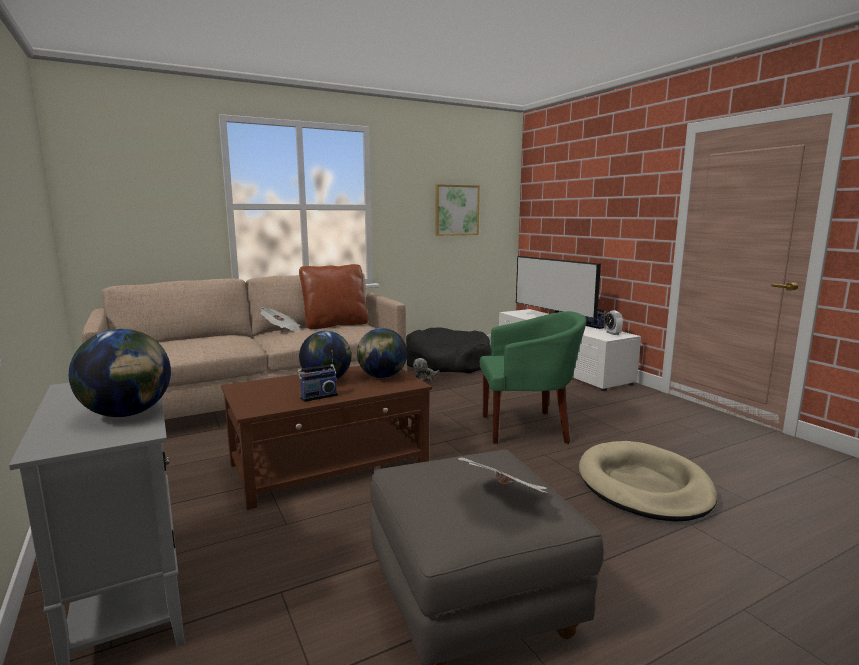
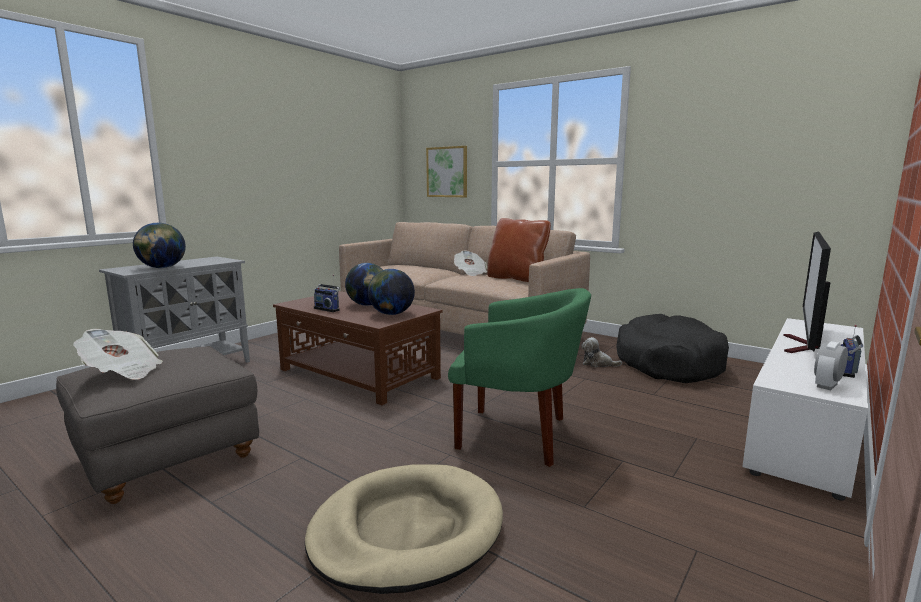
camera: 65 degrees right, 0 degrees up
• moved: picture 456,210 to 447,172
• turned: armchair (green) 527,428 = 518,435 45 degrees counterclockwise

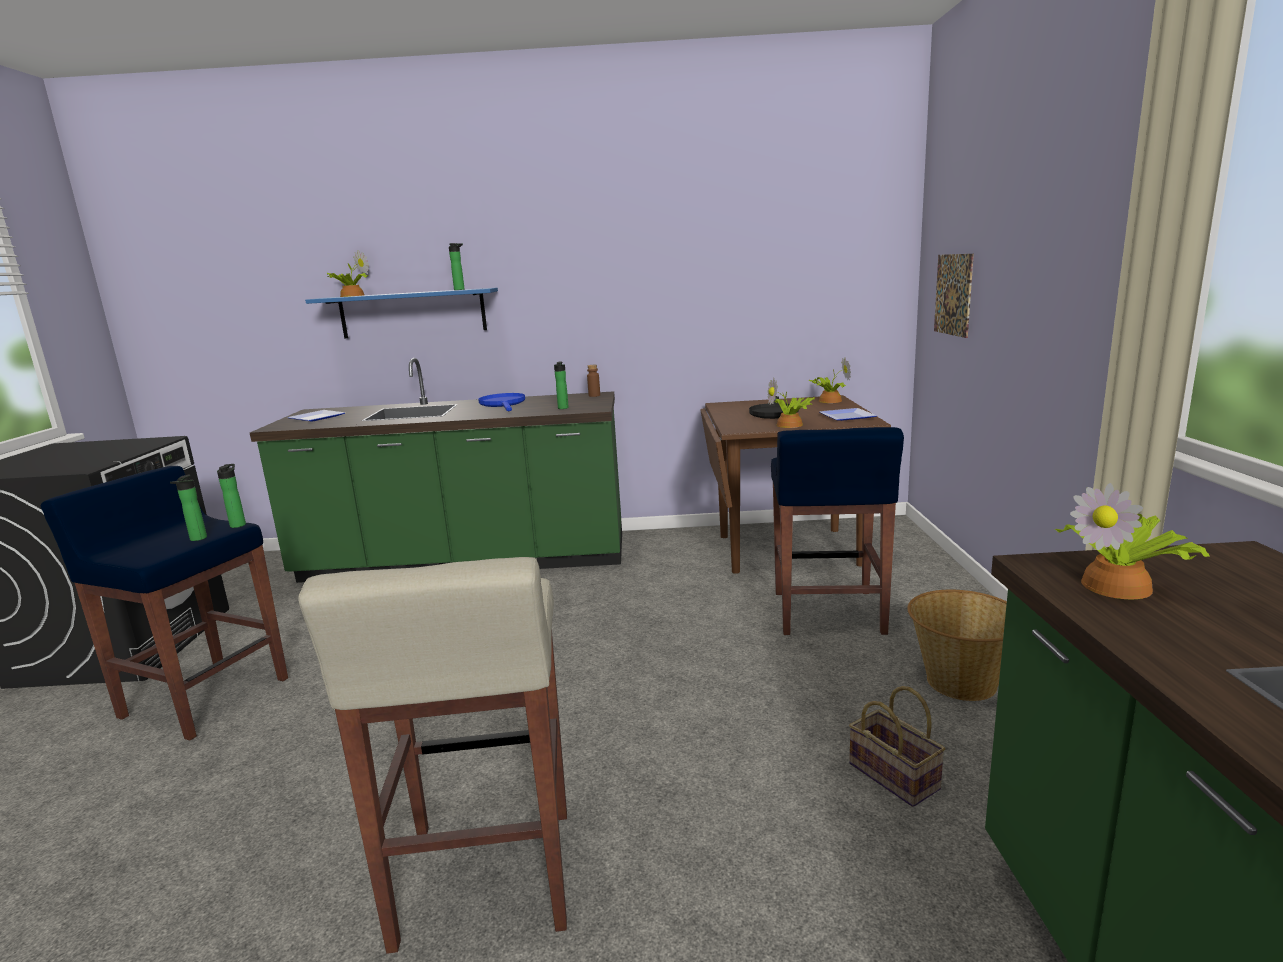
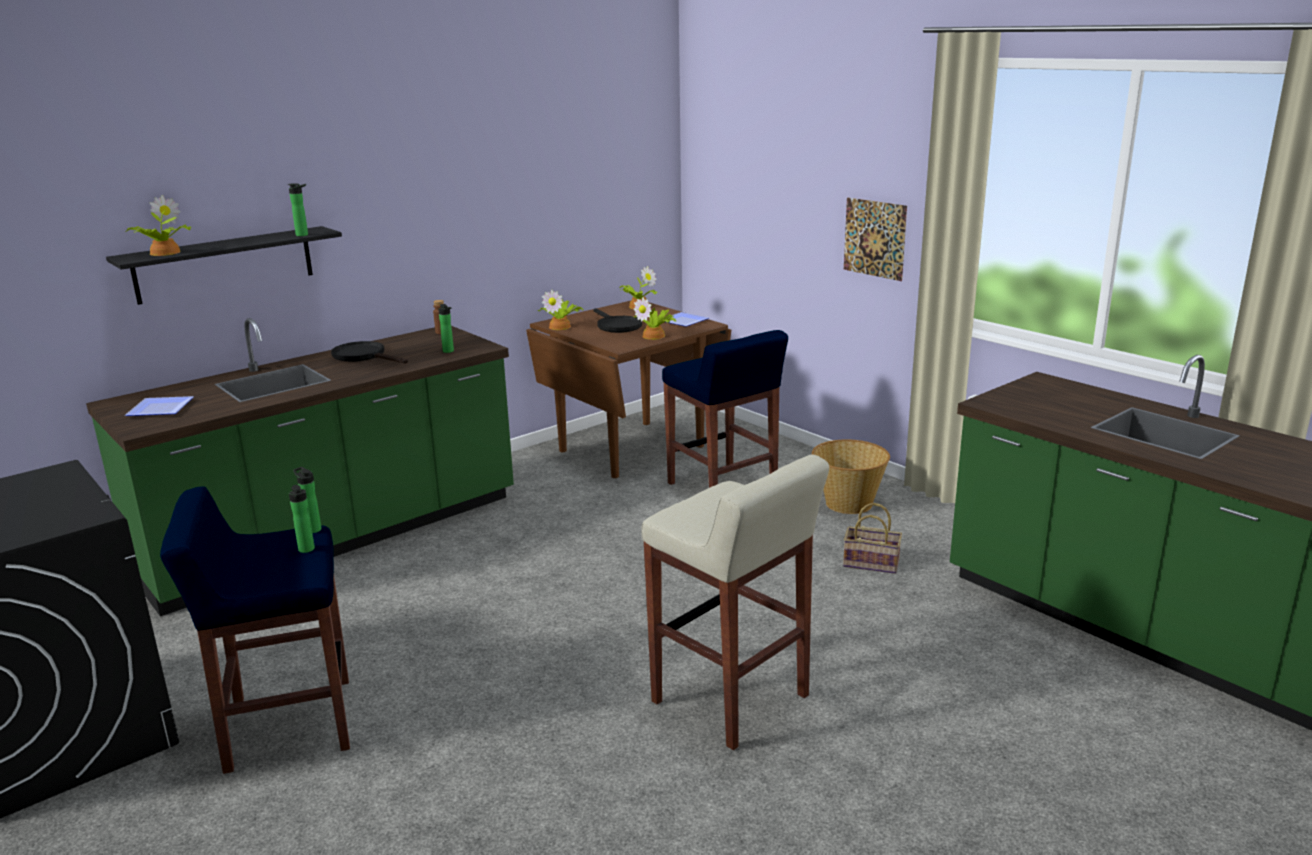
camera: 40 degrees left, 5 degrees up
• moved: picture 953,294 to 874,238
• moved: potted plant 1120,585 to 561,326
• recoloured: shelf (blue) 413,313 to shelf (black) 224,264
• recoloured: frying pan (blue) 503,404 to frying pan (black) 364,356

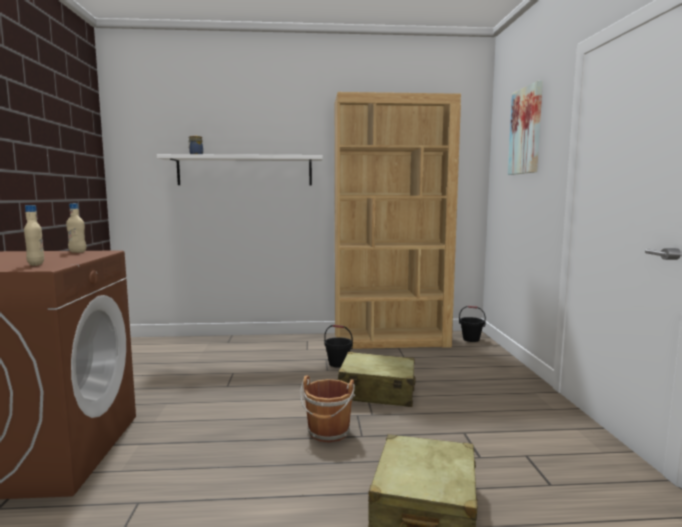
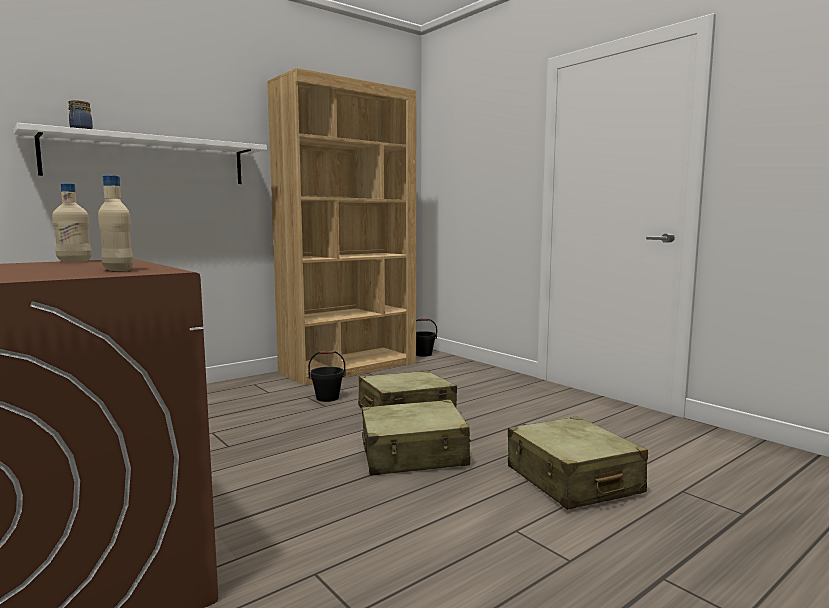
camera: 35 degrees left, 0 degrees up
• removed: picture 526,131
• replaced: bucket (brown) 328,432 to suitcase (beige) 414,454

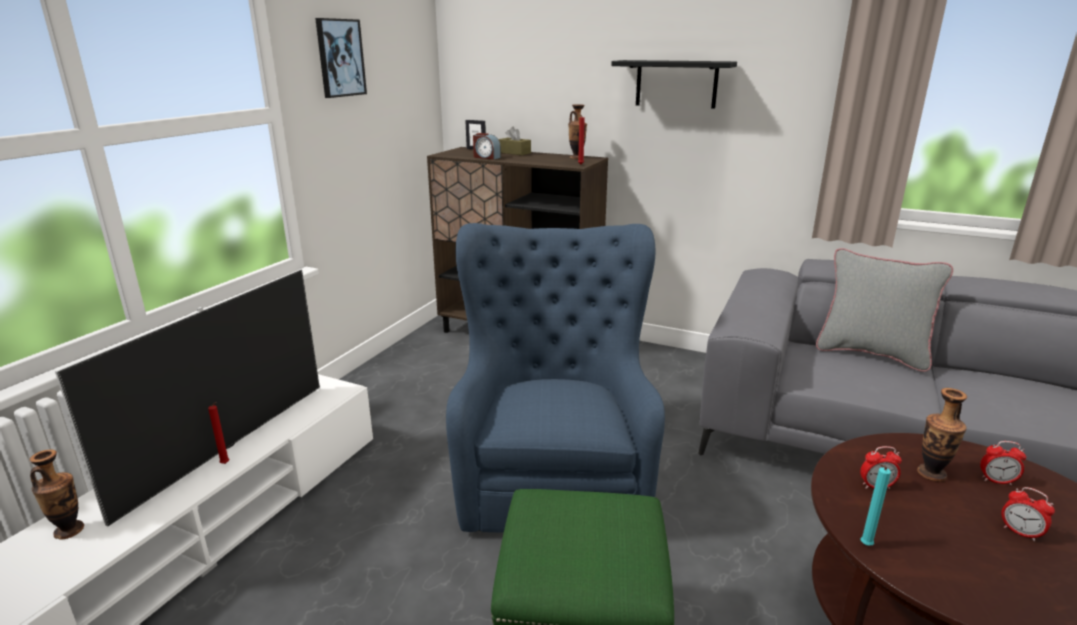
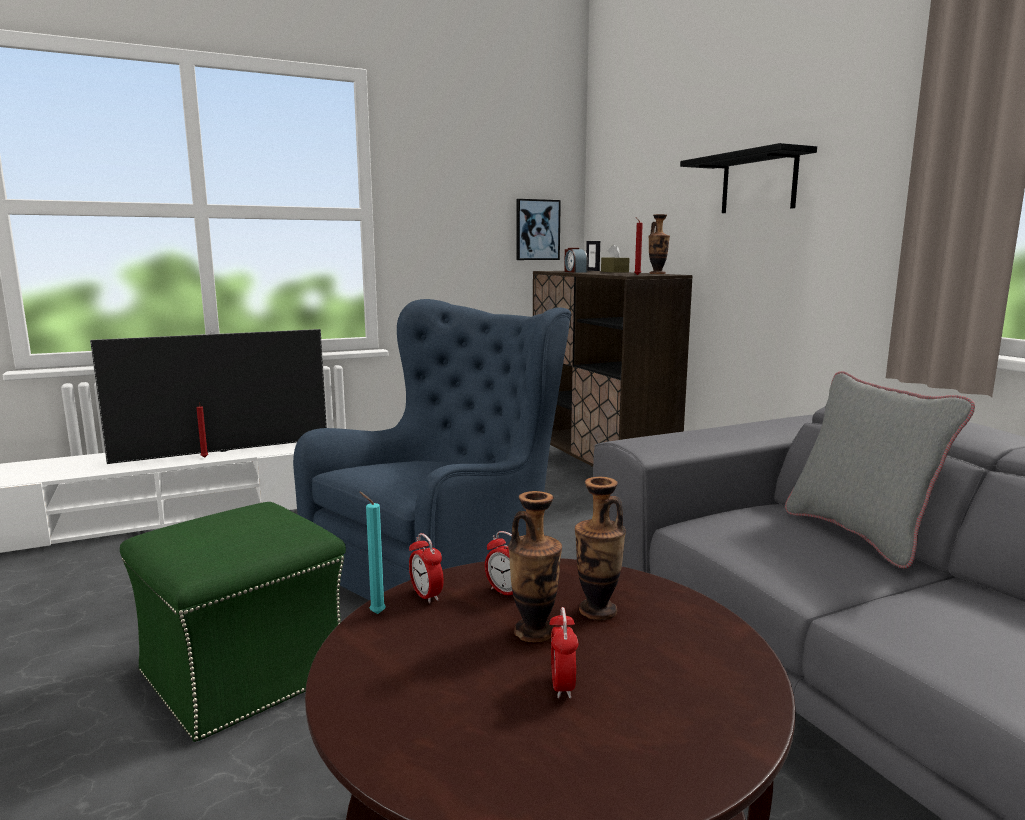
camera: 40 degrees right, 10 degrees down
• moved: vase 69,530 to 534,632
• moved: picture 340,58 to 537,230
• moved: alarm clock 996,481 to 426,595

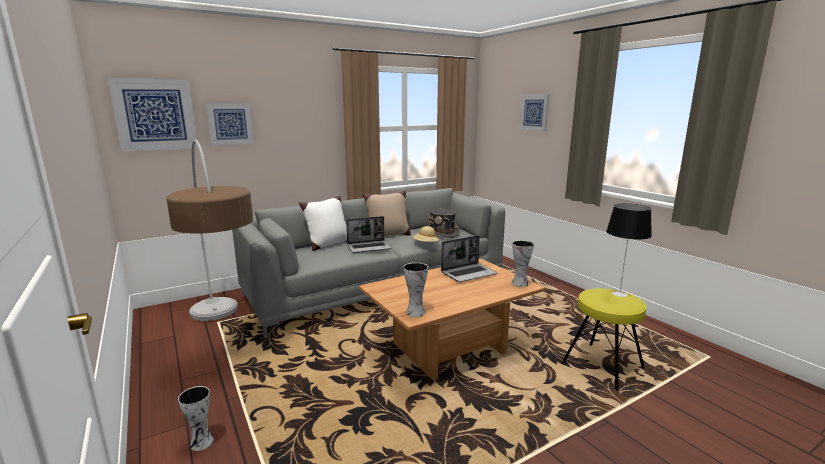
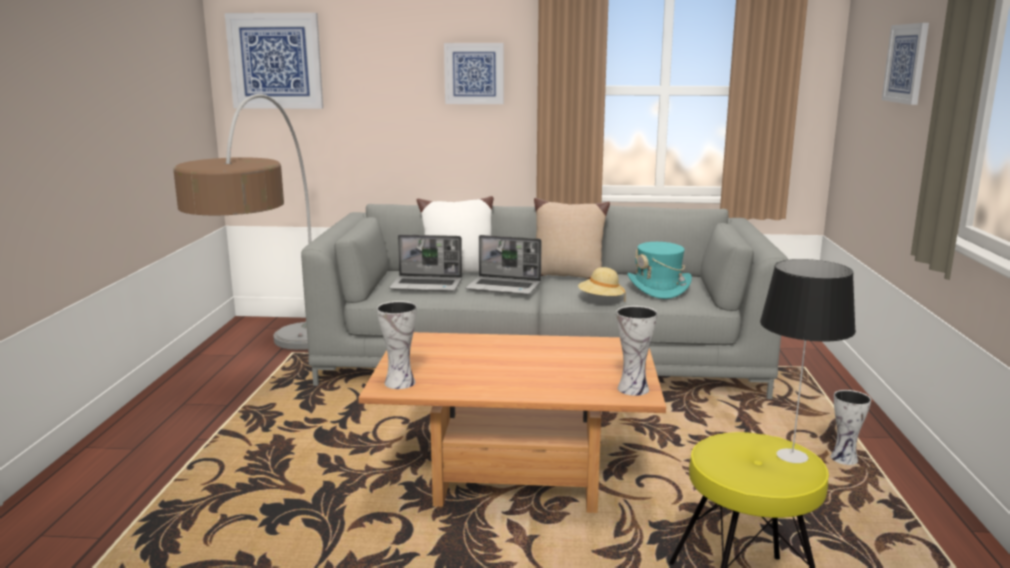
camera: 35 degrees right, 0 degrees up
• moved: vase 203,442 to 845,460
• moved: picture 230,123 to 474,73
• moved: laptop 469,273 to 427,285
• recoloured: hat (grey) 442,233 to hat (turquoise) 658,288

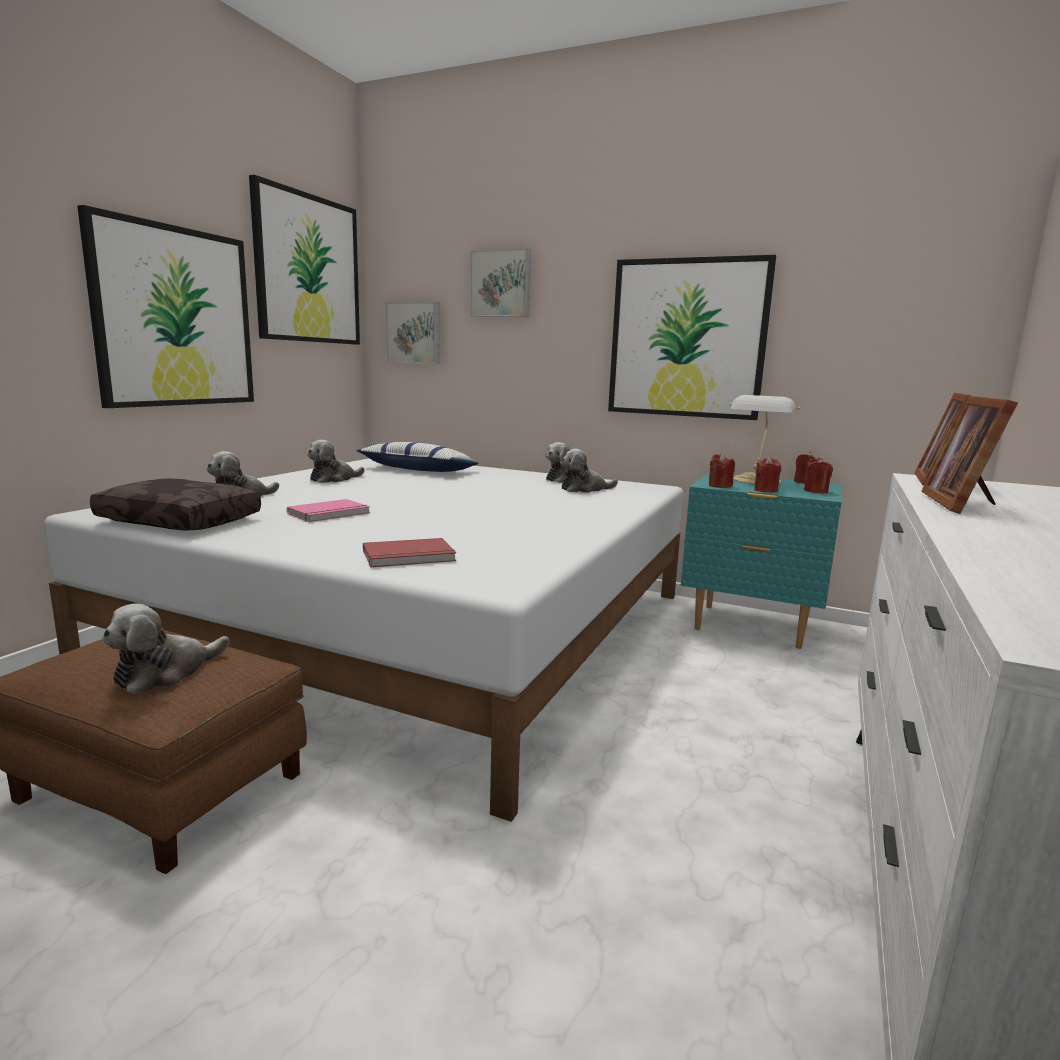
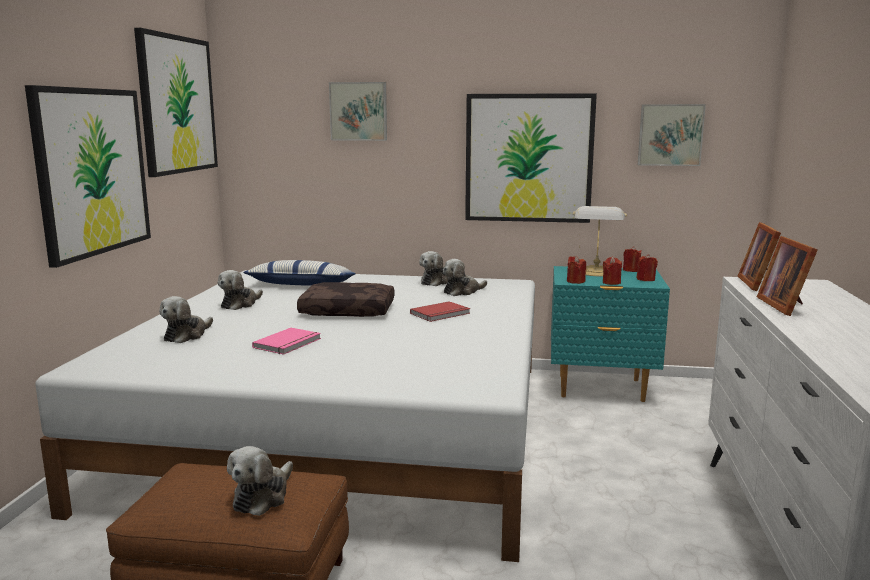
camera: 15 degrees left, 0 degrees up
• moved: pillow (brown) 182,520 to 348,310
• moved: book (red) 409,557 to 441,314
• moved: picture 414,333 to 670,135

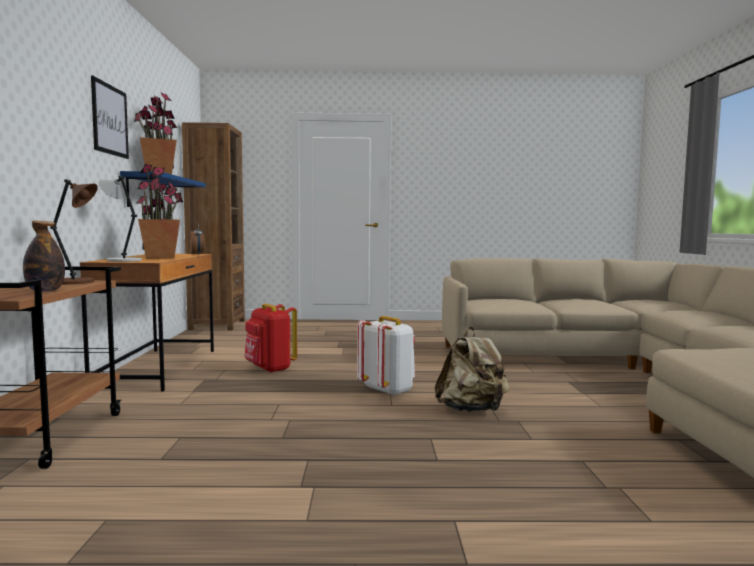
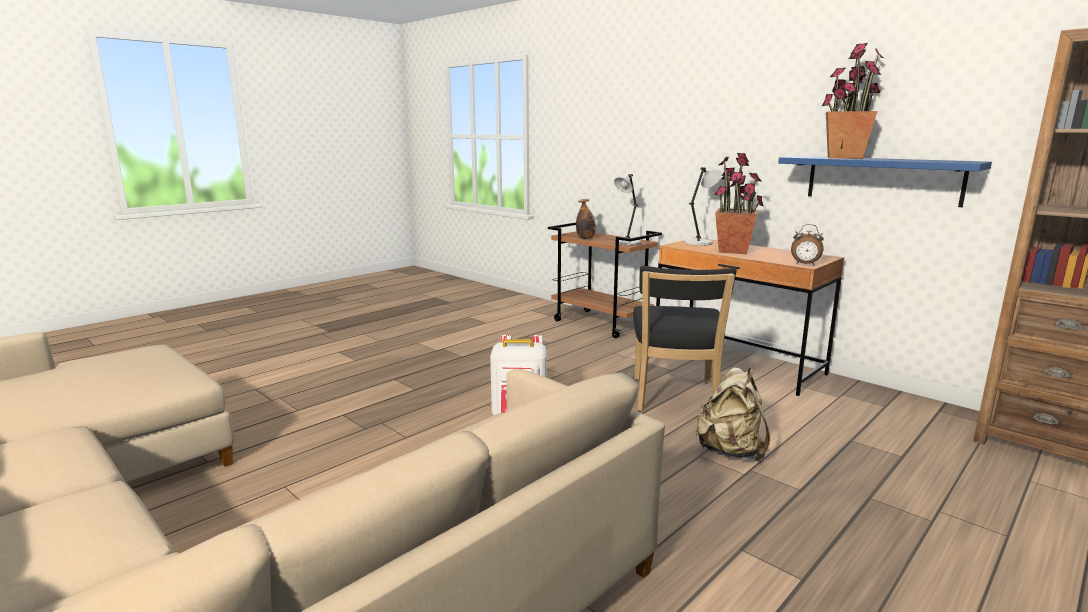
camera: 135 degrees right, 10 degrees up
• removed: picture 110,120
• moved: backpack (beige) 471,410 to 730,452
• replaced: backpack (red) 270,369 to chair (black) 674,398
• recoloured: table lamp (brown) 75,282 to table lamp (grey) 626,243

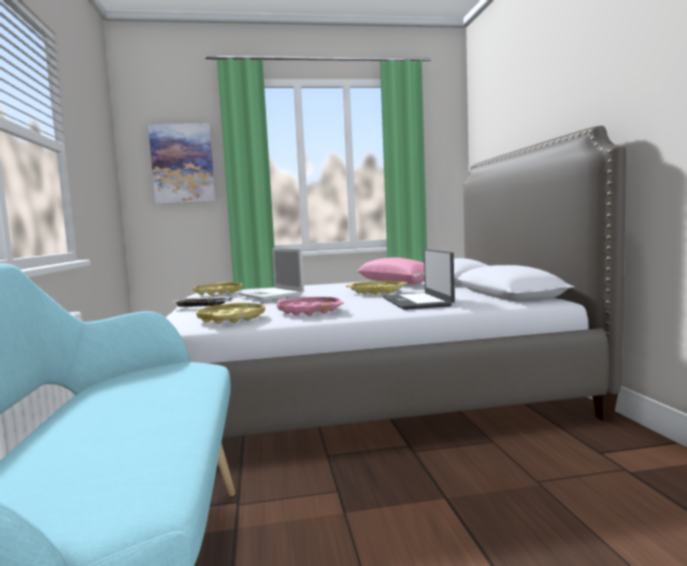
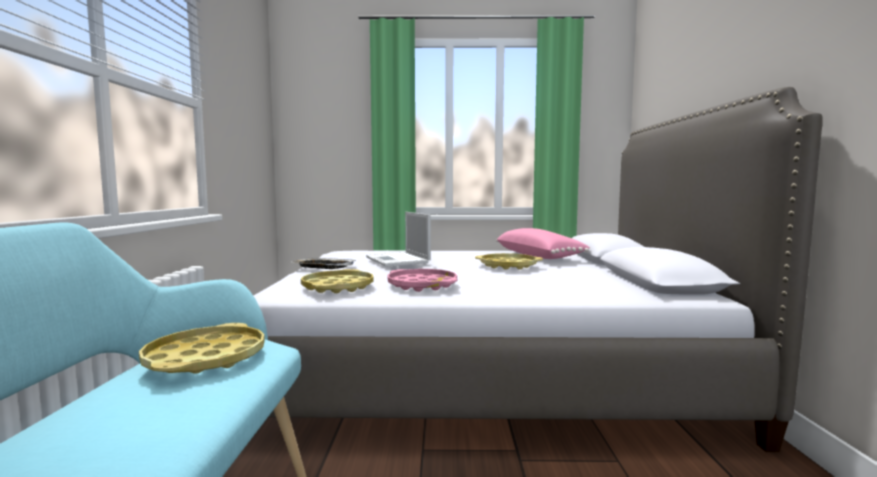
camera: 10 degrees right, 0 degrees up
• removed: picture 182,164
• removed: laptop 417,301
• moved: tray (yellow) 218,293 to 205,359

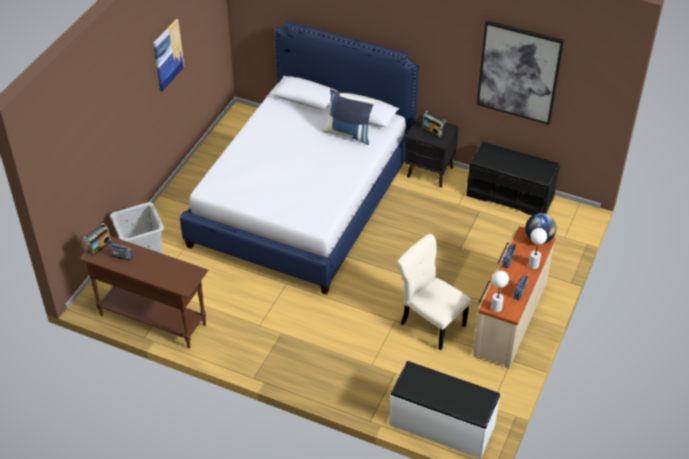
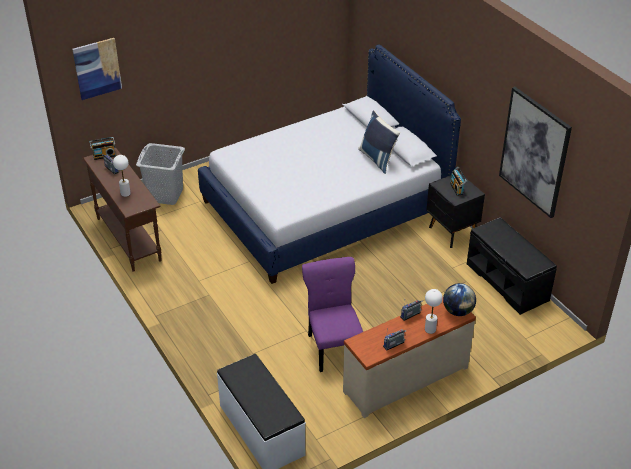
camera: 35 degrees right, 5 degrees down
• moved: picture 168,55 to 97,68
• moved: table lamp (white) 496,308 to 125,193
• recoloured: chair (beige) 431,323 to chair (purple) 333,347

